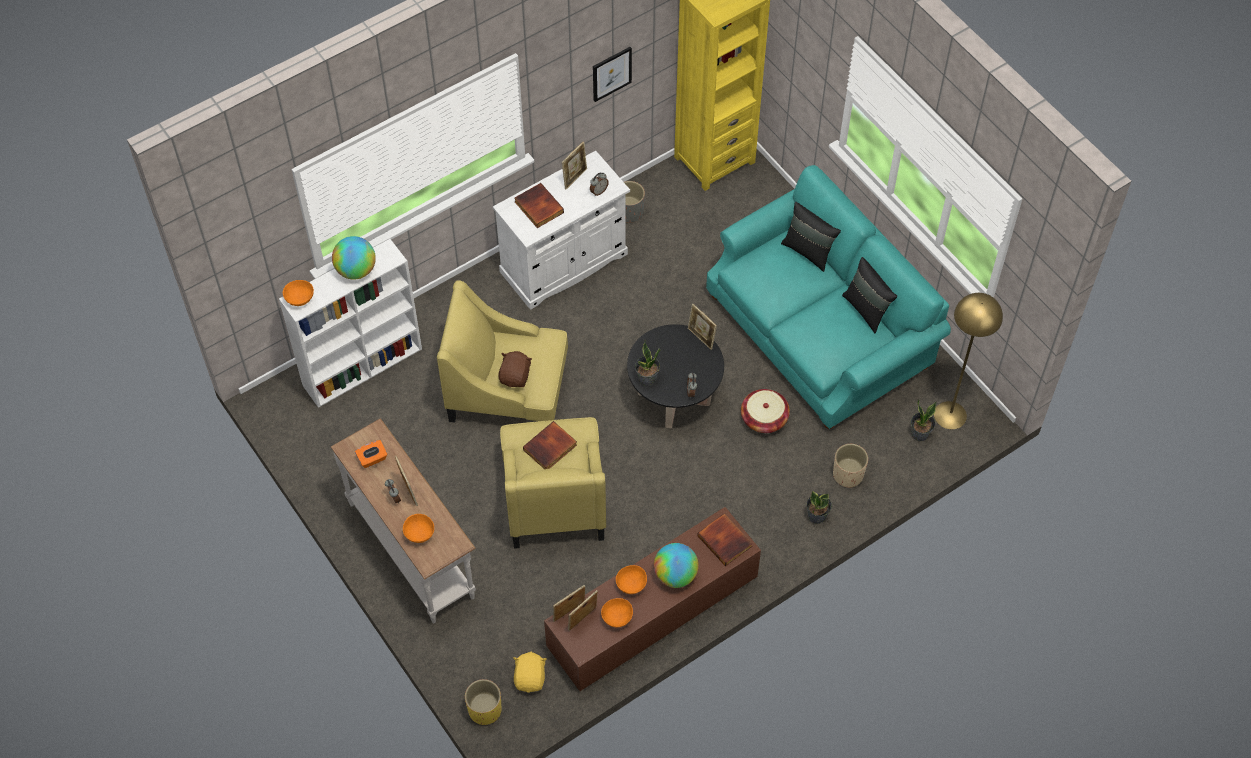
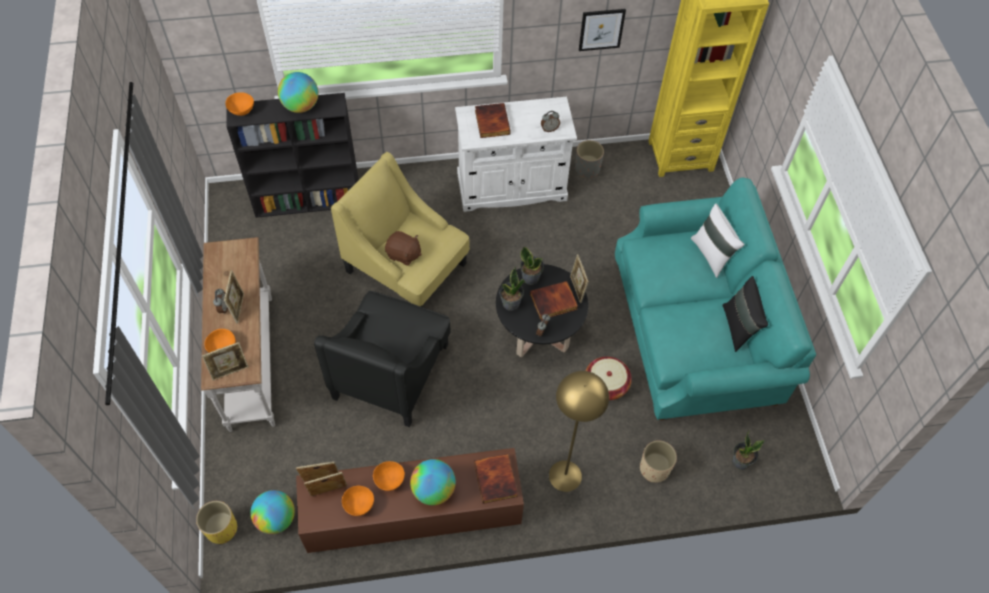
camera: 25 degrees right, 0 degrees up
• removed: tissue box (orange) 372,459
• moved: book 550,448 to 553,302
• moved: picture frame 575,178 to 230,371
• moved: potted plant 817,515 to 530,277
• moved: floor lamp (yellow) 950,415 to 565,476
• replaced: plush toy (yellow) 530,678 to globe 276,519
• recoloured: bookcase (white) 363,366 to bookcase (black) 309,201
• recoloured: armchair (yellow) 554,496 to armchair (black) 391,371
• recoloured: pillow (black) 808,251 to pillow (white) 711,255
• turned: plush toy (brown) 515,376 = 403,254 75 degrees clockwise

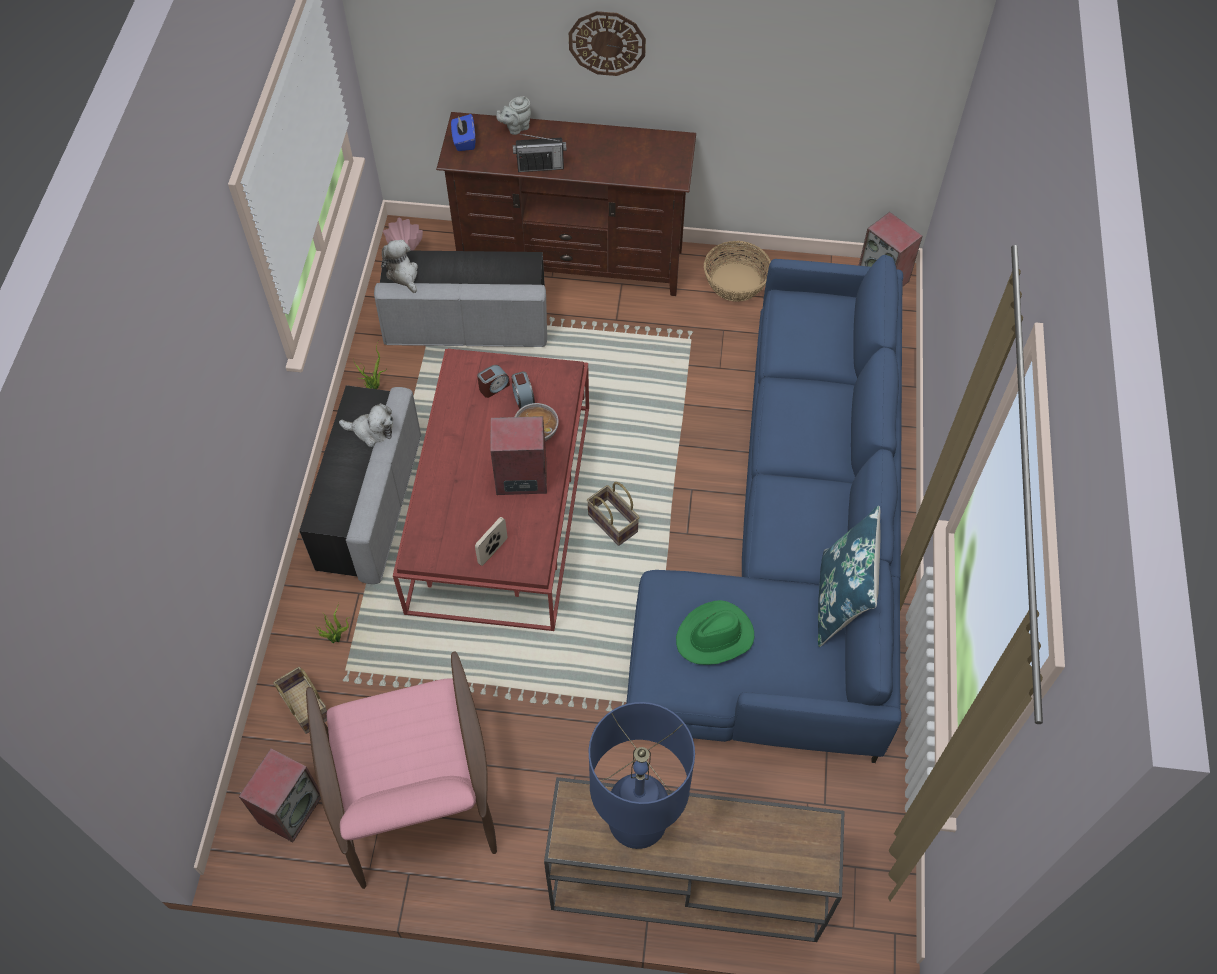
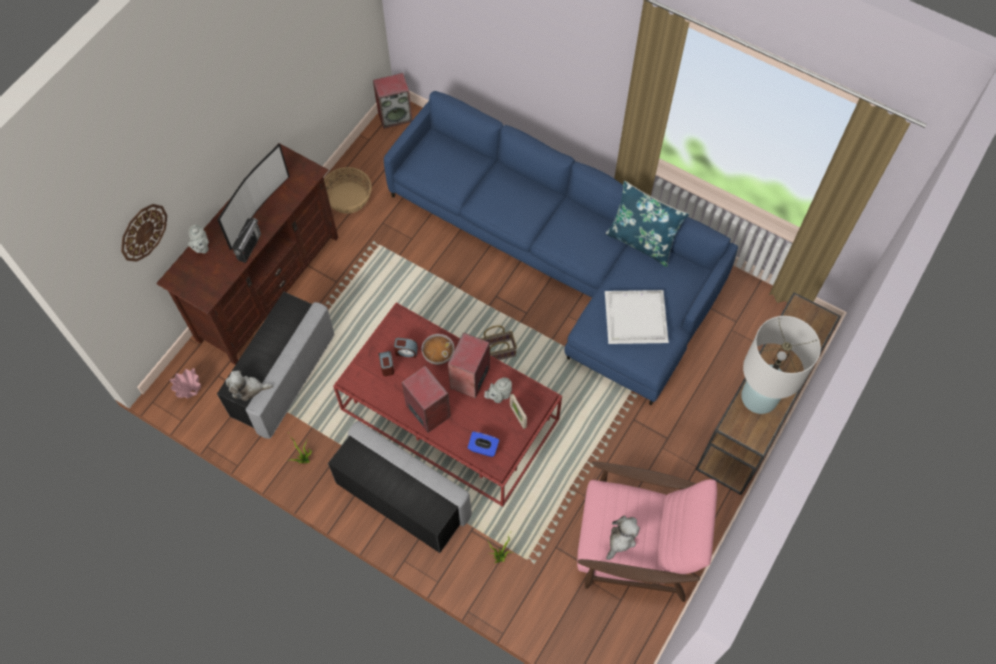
camera: 65 degrees left, 5 degrees up
• removed: basket 303,706
• added: television 257,210
• added: teapot (grey) 499,396
• moved: speaker 290,808 to 427,411
• moved: plush toy 372,431 to 621,539
• moved: tissue box (blue) 464,141 to 483,448
• moved: wall clock 607,43 to 143,232
• replaced: hat (green) 715,636 to tray (white) 637,317
• recoloured: table lamp (blue) 637,820 to table lamp (white) 758,397

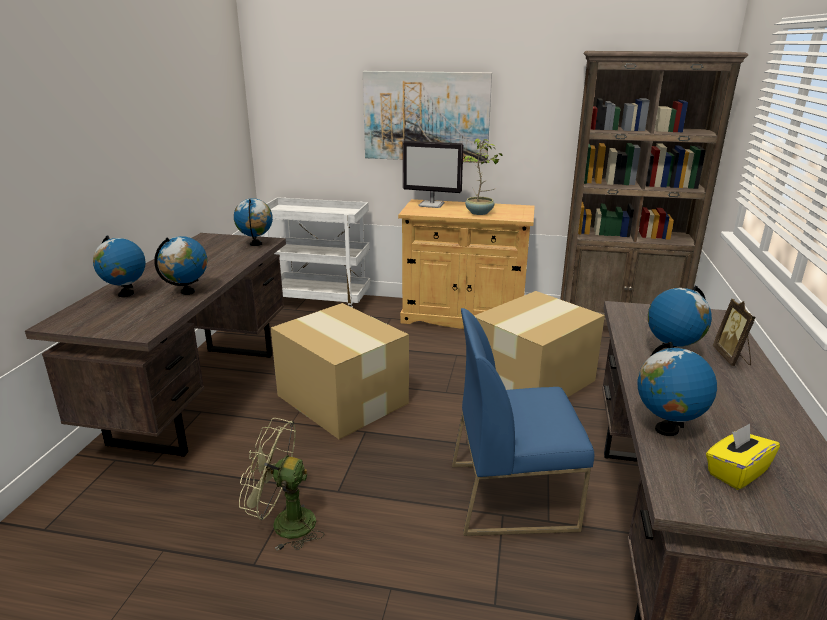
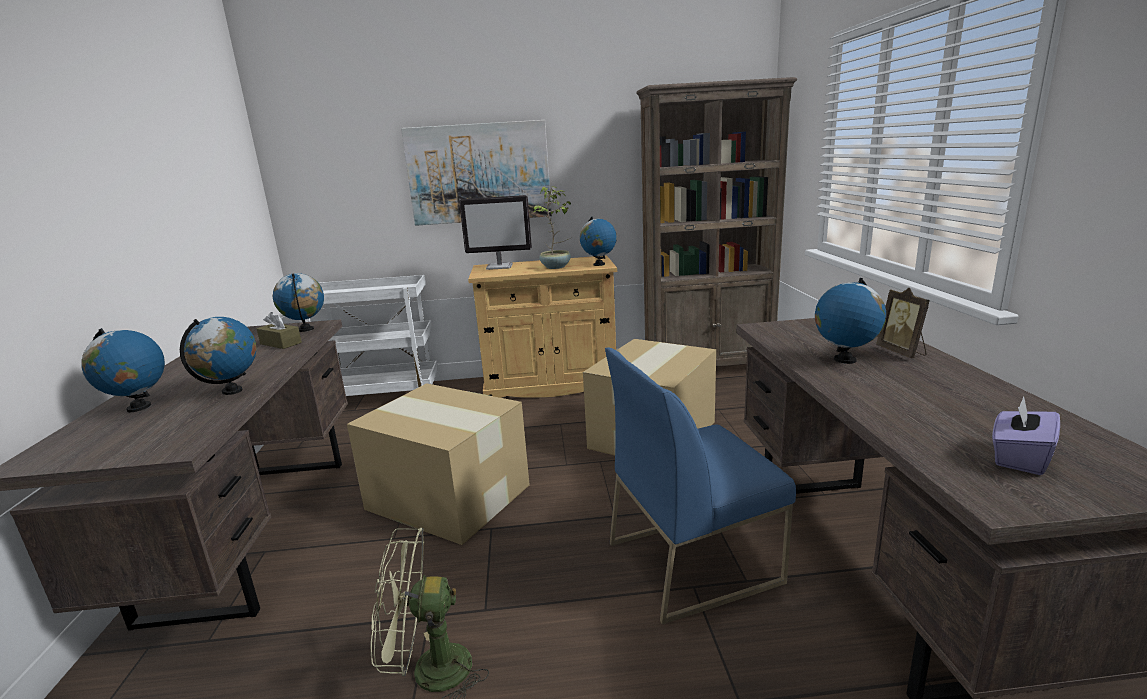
camera: 15 degrees left, 5 degrees down
• added: tissue box (brown) 281,343
• moved: globe 666,429 to 599,264
• recoloured: tissue box (yellow) 736,472 to tissue box (purple) 1019,457

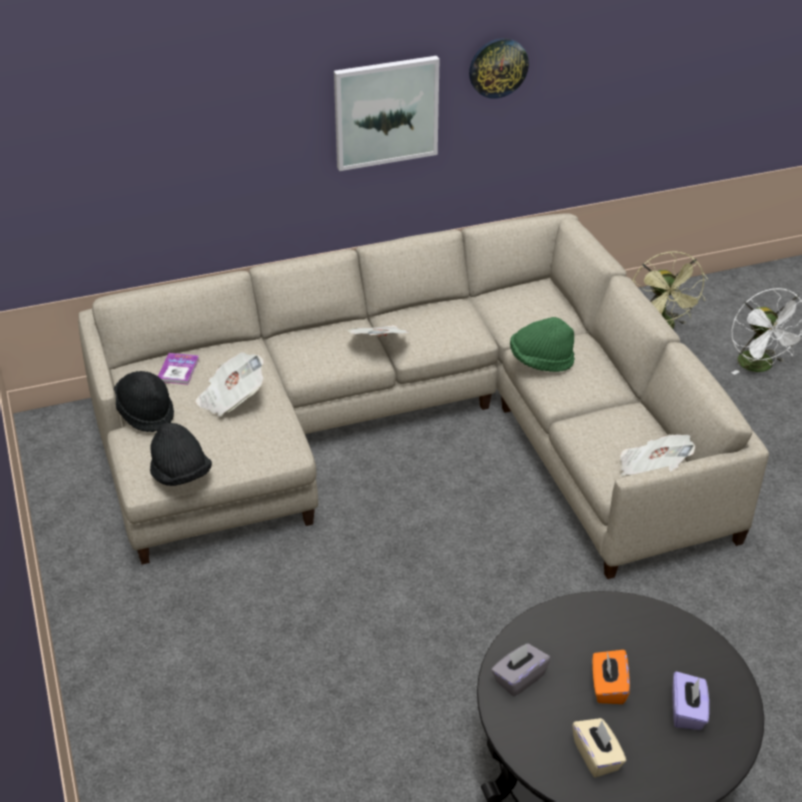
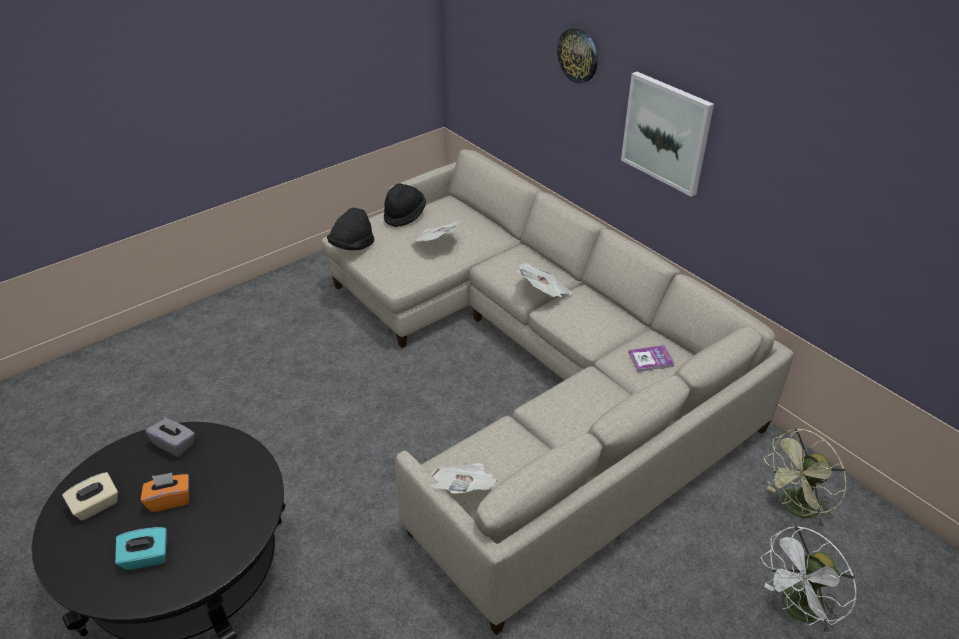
camera: 70 degrees right, 0 degrees up
• removed: hat (green) 541,361
• moved: book 178,370 to 651,359
• moved: wall clock 498,67 to 578,55
• recoloured: tissue box (purple) 687,712 to tissue box (turquoise) 146,558

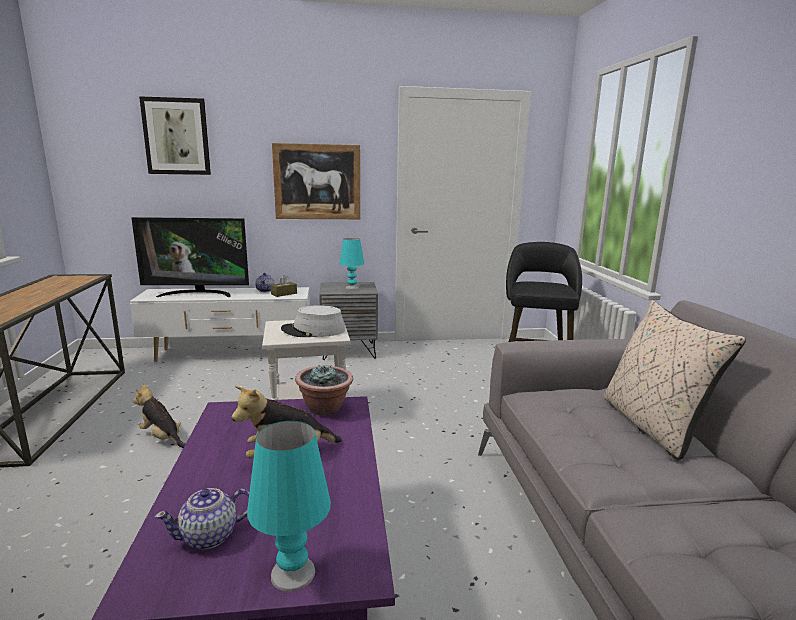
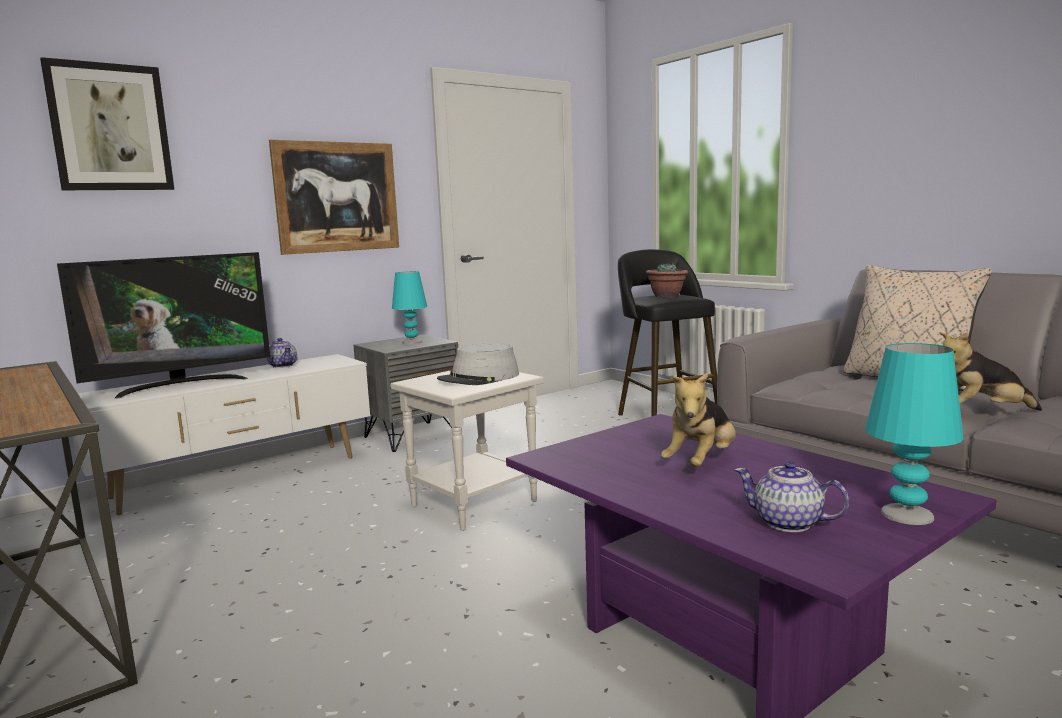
camera: 30 degrees left, 5 degrees down
• removed: tissue box (brown) 284,294
• moved: plush toy 162,438 to 982,412
• moved: potted plant 325,408 to 666,296
• turned: teapot 210,536 = 788,523 90 degrees clockwise

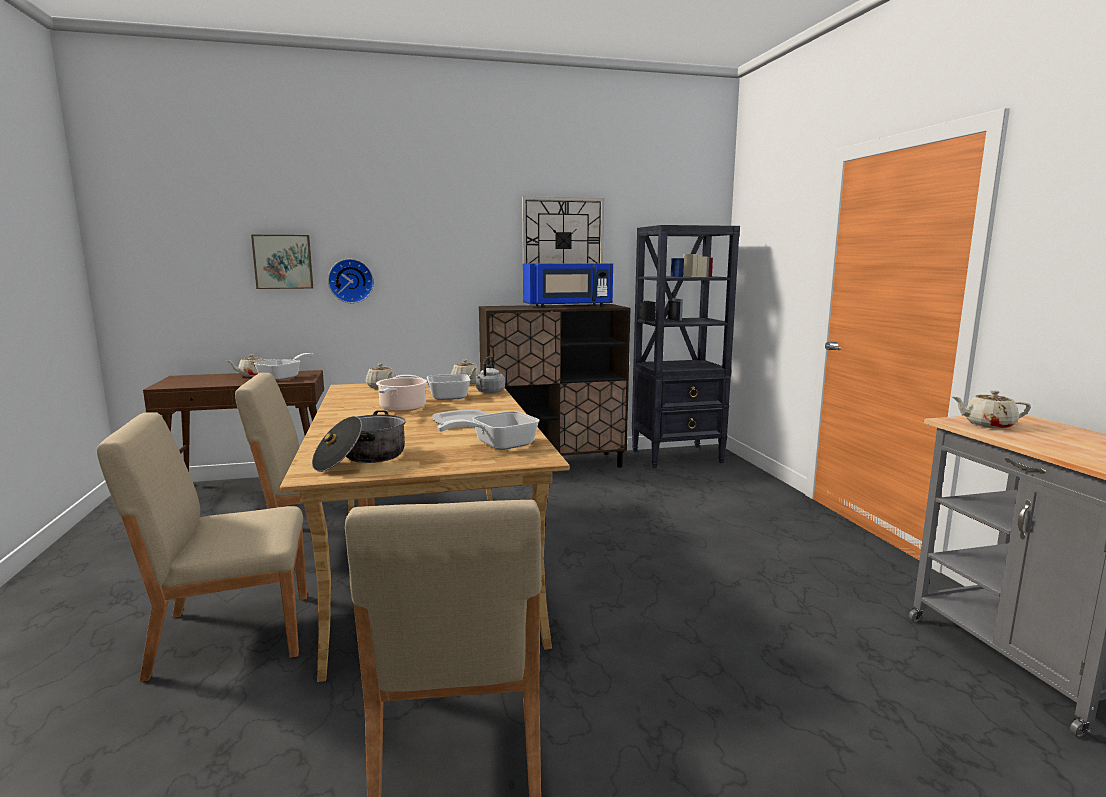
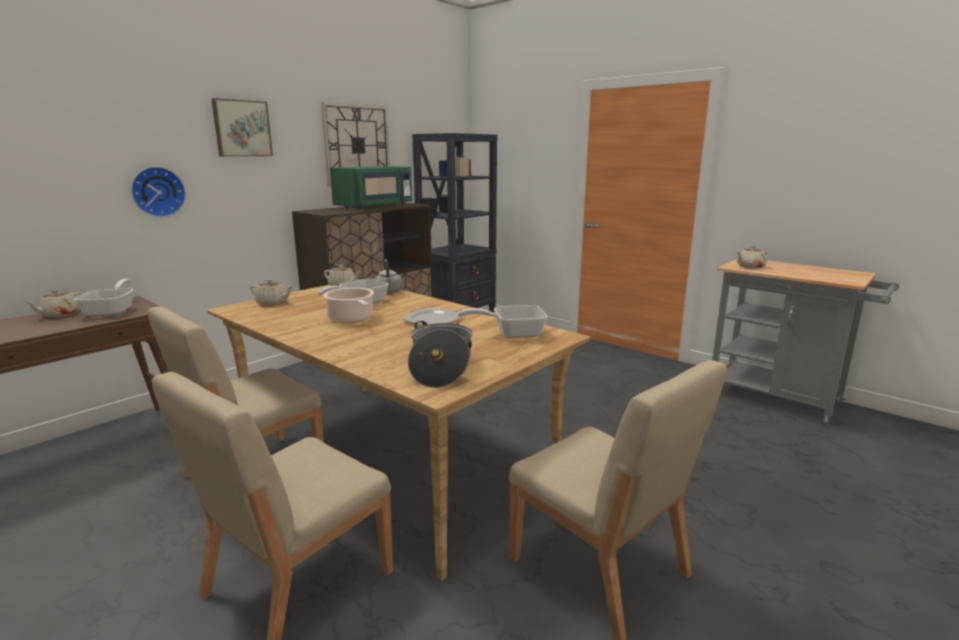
camera: 35 degrees left, 5 degrees up
• moved: picture 283,261 to 242,128
• recoloured: microwave (blue) 568,306 to microwave (green) 375,206
• turned: frying pan 497,445 = 511,333 60 degrees clockwise

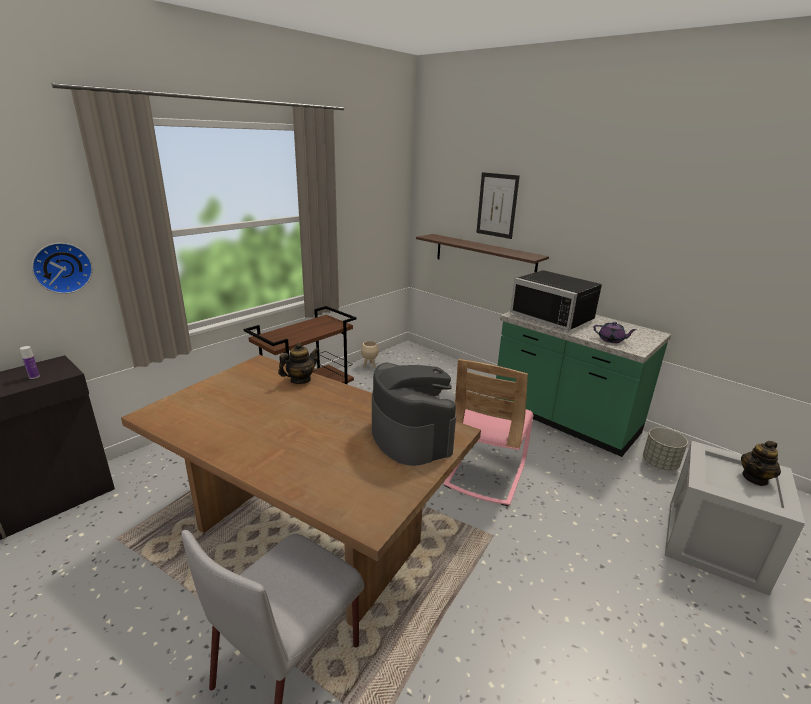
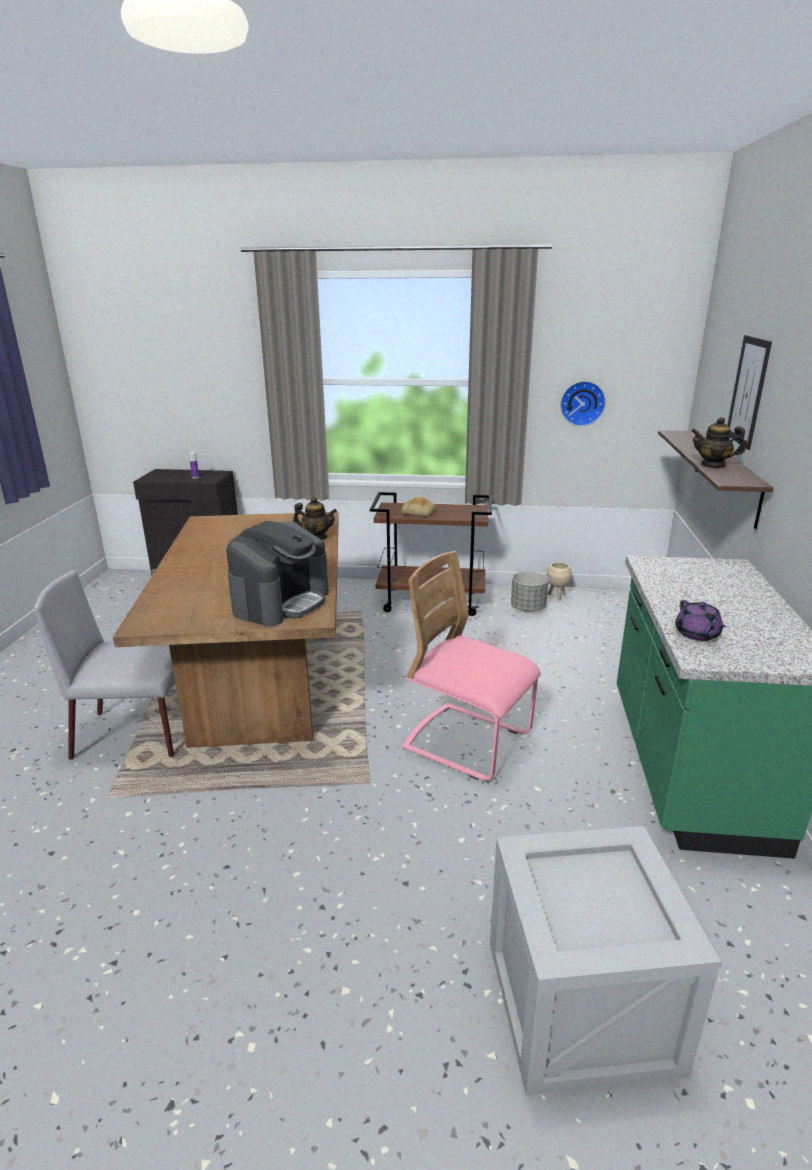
camera: 55 degrees right, 0 degrees up
• removed: microwave (black) 555,316
• added: bread 420,512
• moved: wall clock 62,267 to 582,403
• moved: planter (grey) 659,464 to 528,608
• moved: teapot 755,478 to 713,465
• turned: chair (pink) 485,473 = 467,742 45 degrees clockwise

